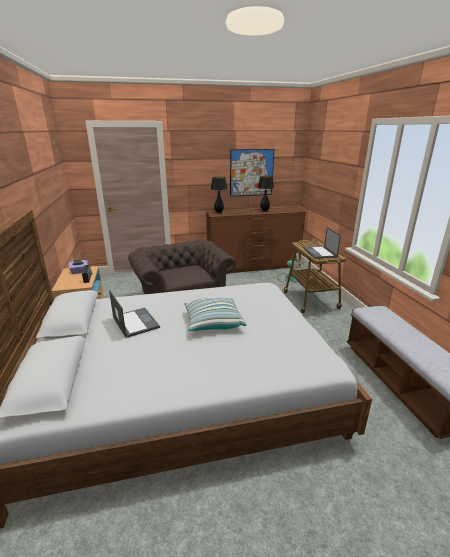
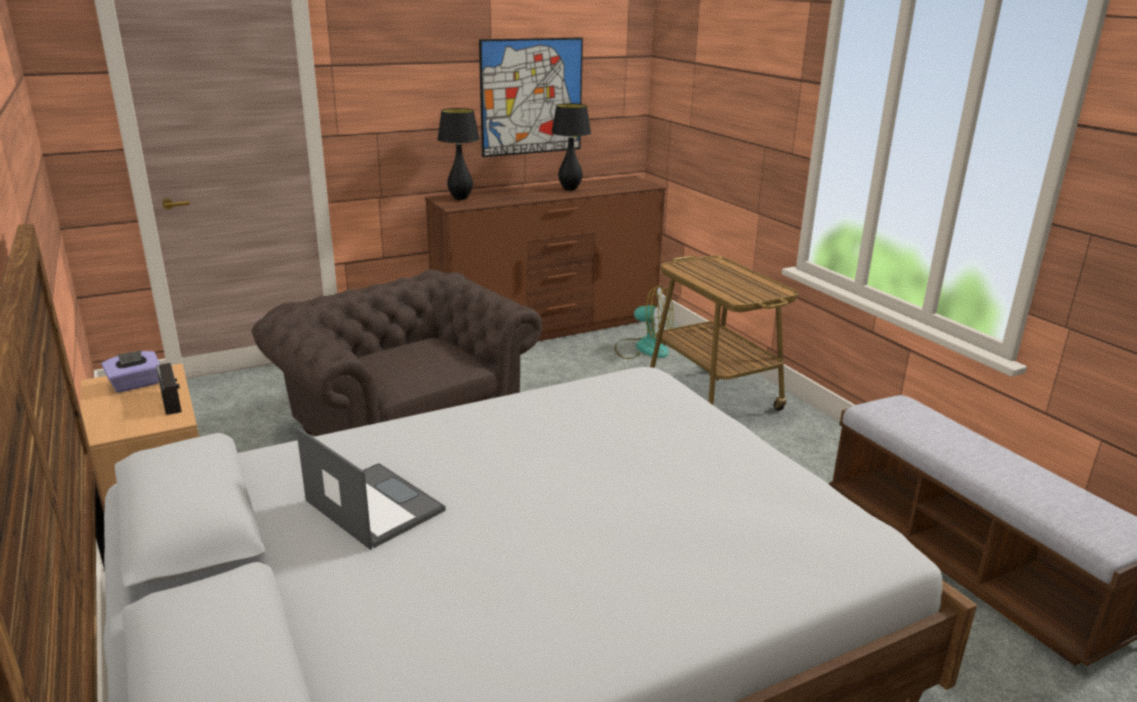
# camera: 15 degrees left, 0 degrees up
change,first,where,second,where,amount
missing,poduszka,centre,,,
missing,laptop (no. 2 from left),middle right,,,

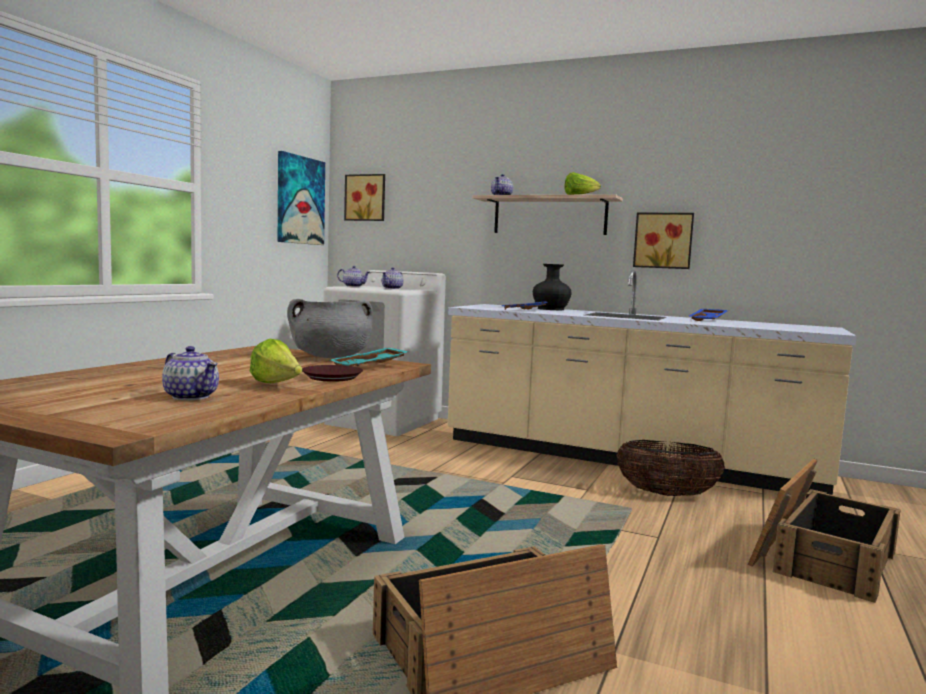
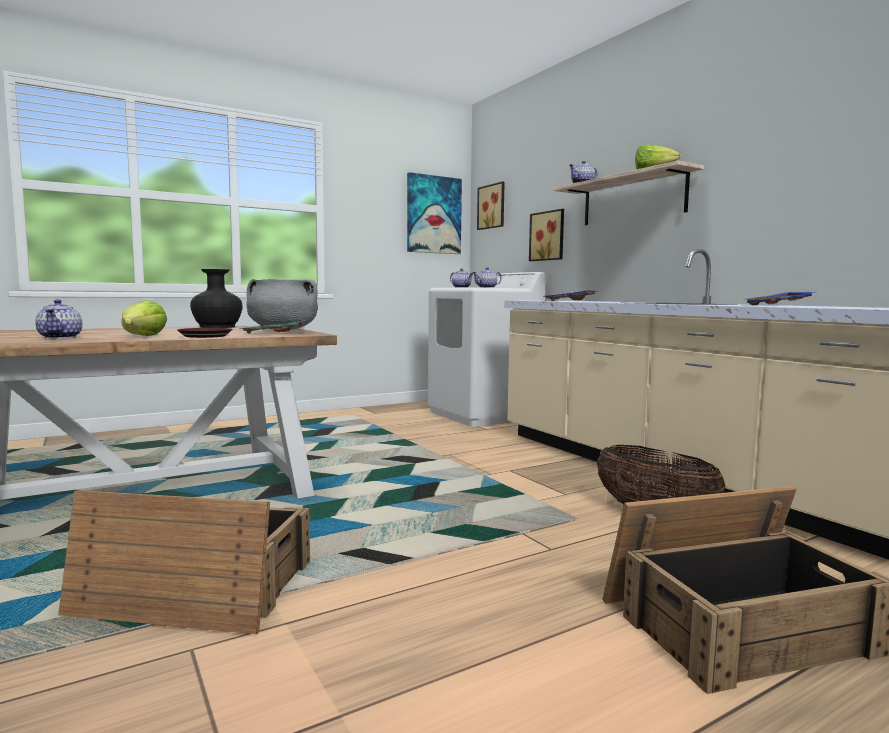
# camera: 35 degrees right, 0 degrees up
change,first,where,second,where,amount
relocated,wazon [czarny],centre,,middle left,
relocated,obraz (no. 3 from left),middle right,,top centre,

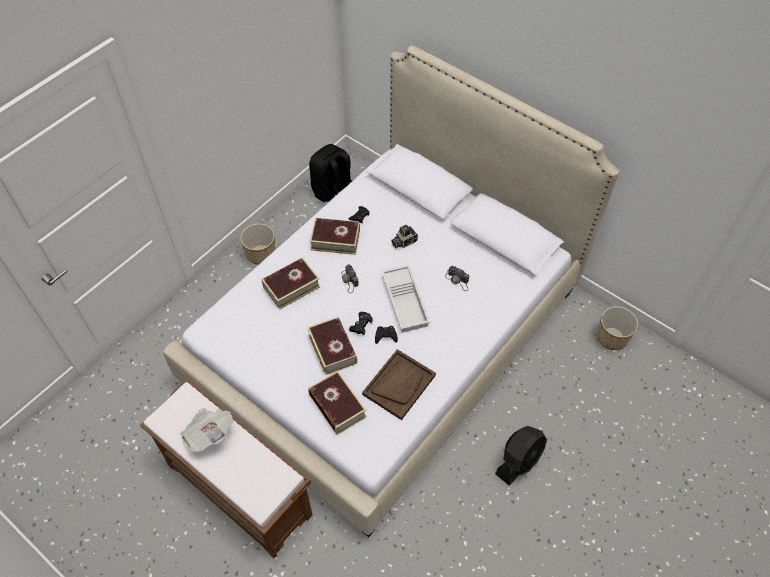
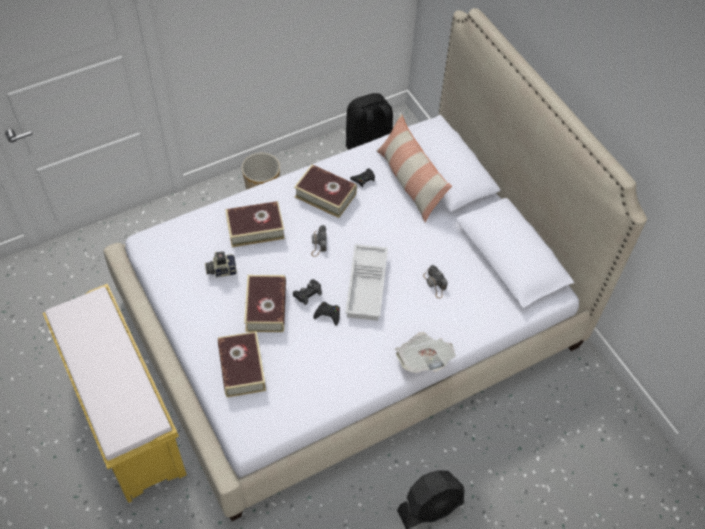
# camera: 20 degrees right, 0 degrees up
change,first,where,second,where,amount
missing,taca [brązowy],centre,,,
missing,donica (no. 2 from left),middle right,,,
appeared,,,poduszka,top centre,
relocated,gazeta,bottom left,,centre,
relocated,aparat fotograficzny (no. 2 from left in the first image),centre,aparat fotograficzny (no. 1 from left),middle left,
colour,ławka [brązowy],bottom left,ławka [żółty],bottom left,

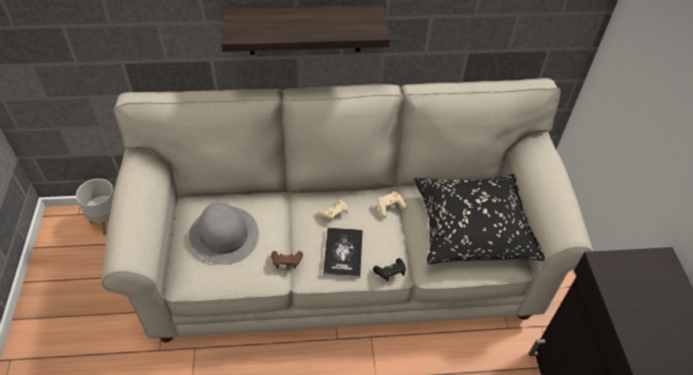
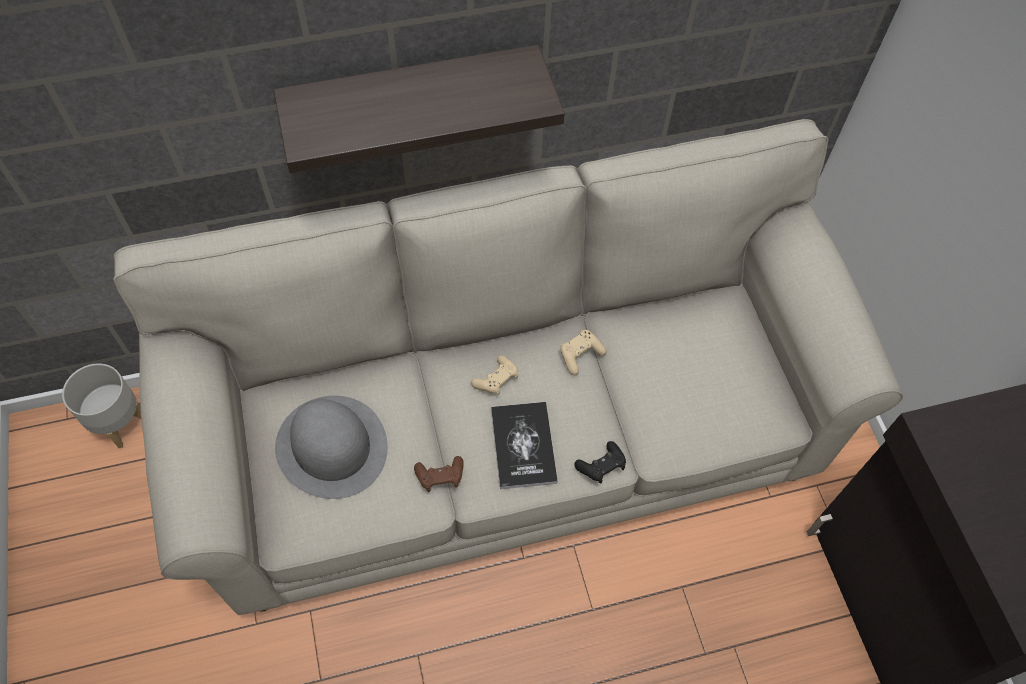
# camera: 10 degrees left, 10 degrees up
change,first,where,second,where,amount
missing,poduszka [czarny],middle right,,,

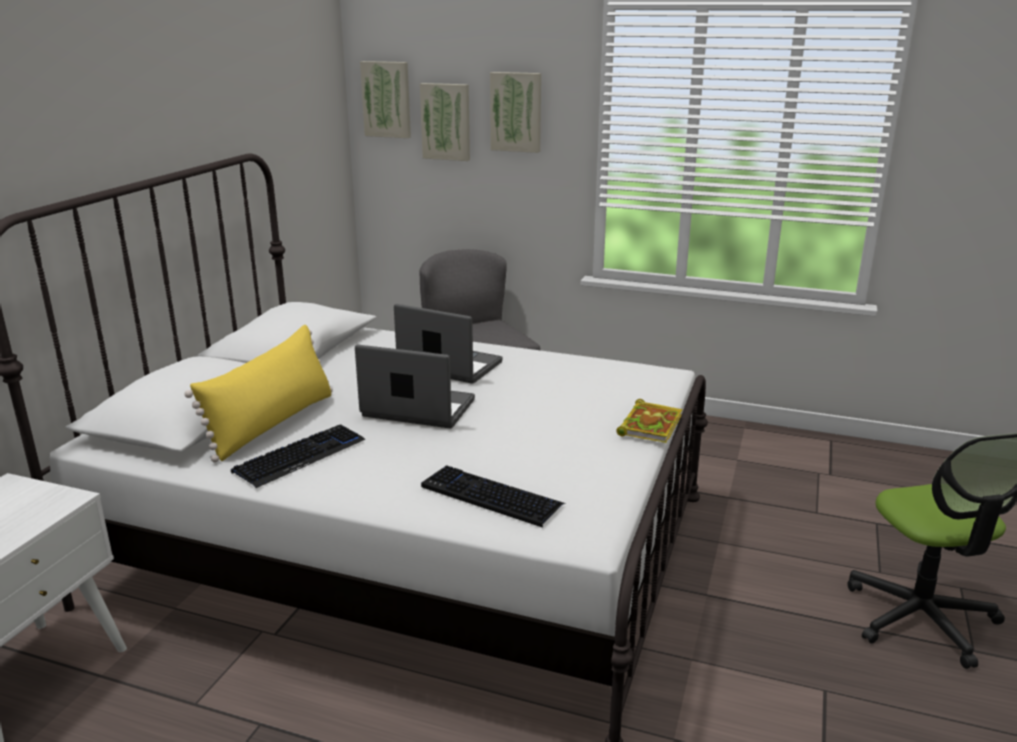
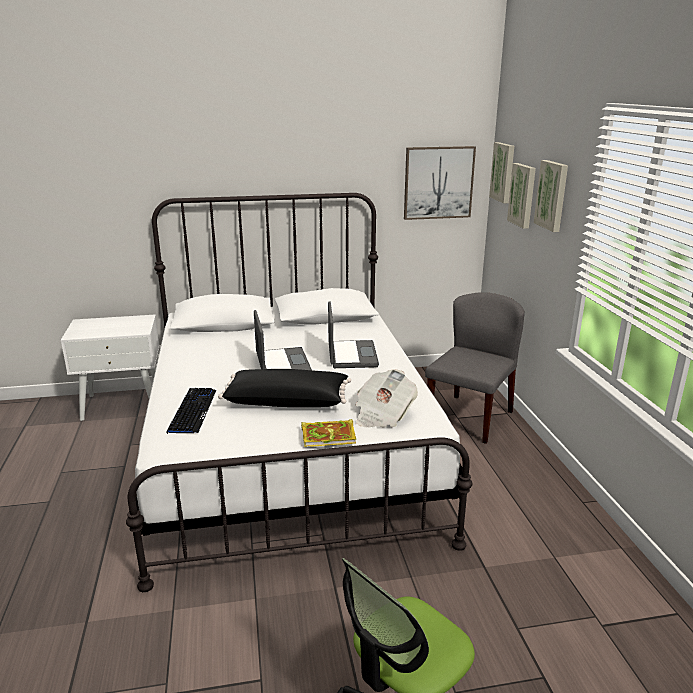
# camera: 60 degrees right, 0 degrees up
change,first,where,second,where,amount
missing,poduszka [żółty],middle left,,,
missing,klawiatura (no. 1 from left),middle left,,,
appeared,,,poduszka [czarny],centre,
appeared,,,gazeta,centre,
appeared,,,obraz (no. 1 from left),top centre,

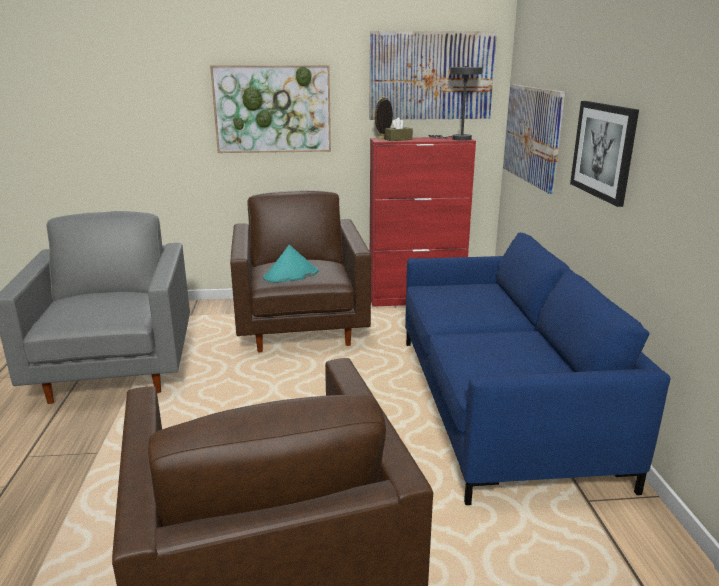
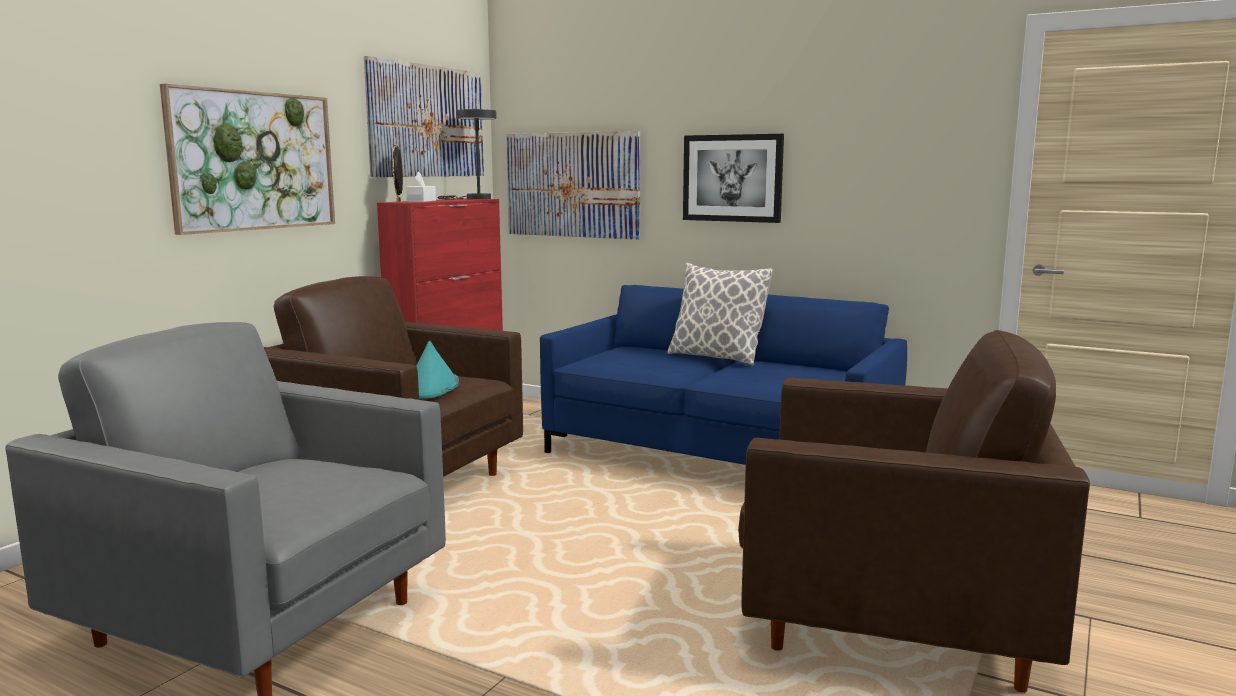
# camera: 55 degrees left, 10 degrees down
change,first,where,second,where,amount
appeared,,,poduszka,centre,
colour,pudełko chusteczek [brązowy],top centre,pudełko chusteczek [biały],top centre,

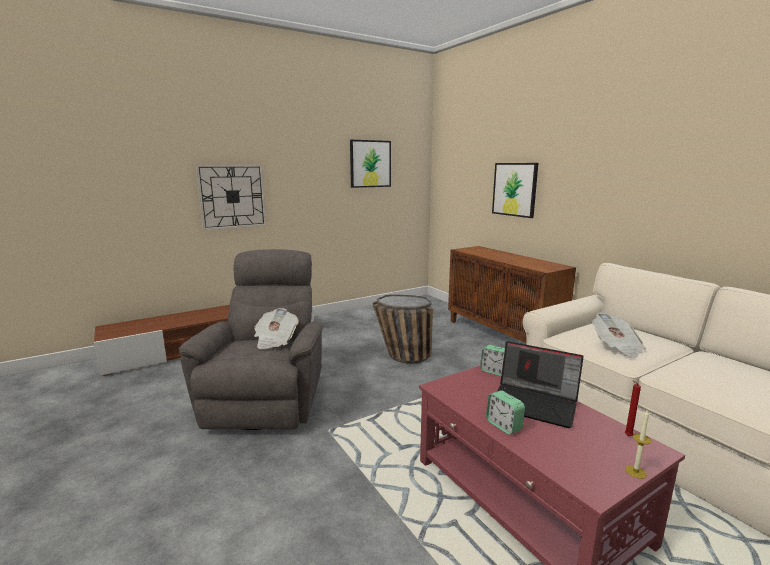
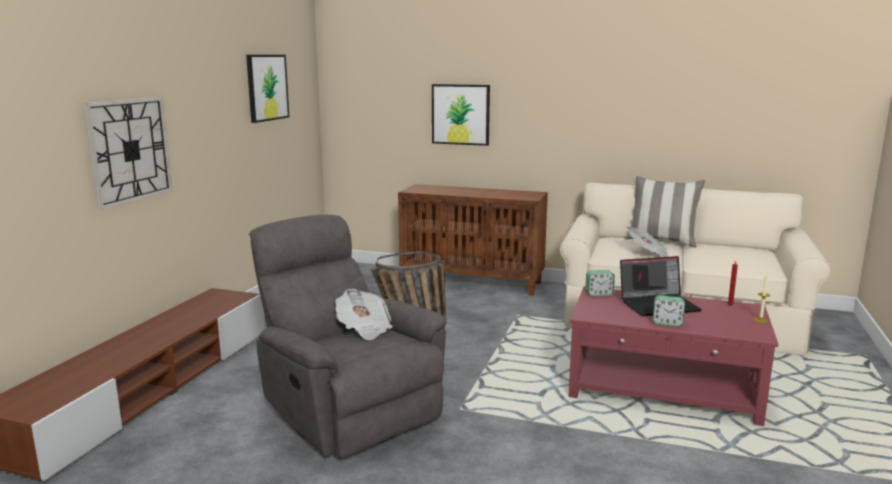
# camera: 40 degrees left, 0 degrees up
change,first,where,second,where,amount
appeared,,,poduszka,middle right,

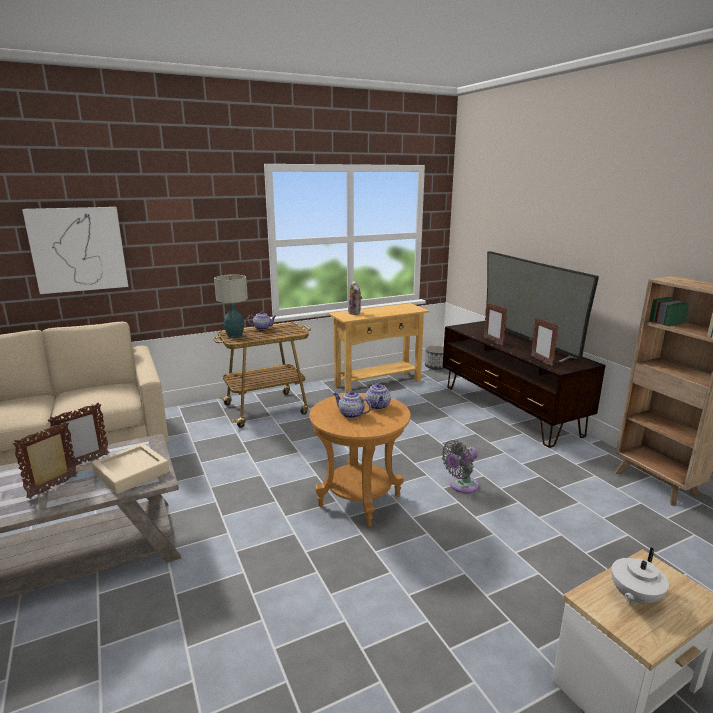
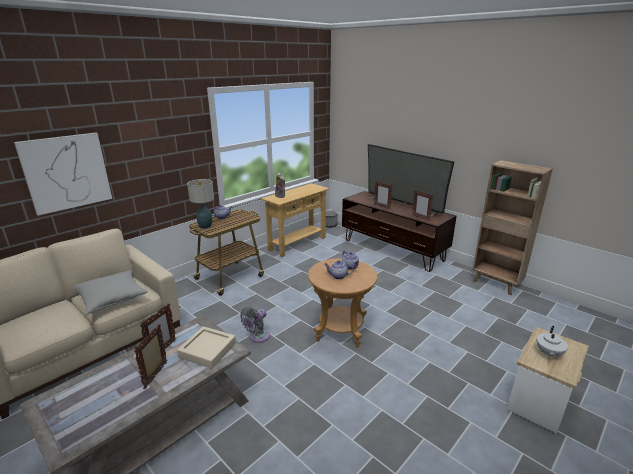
# camera: 20 degrees left, 5 degrees up
change,first,where,second,where,amount
appeared,,,poduszka [szary],middle left,
relocated,wentylator [szary],centre,,bottom centre,

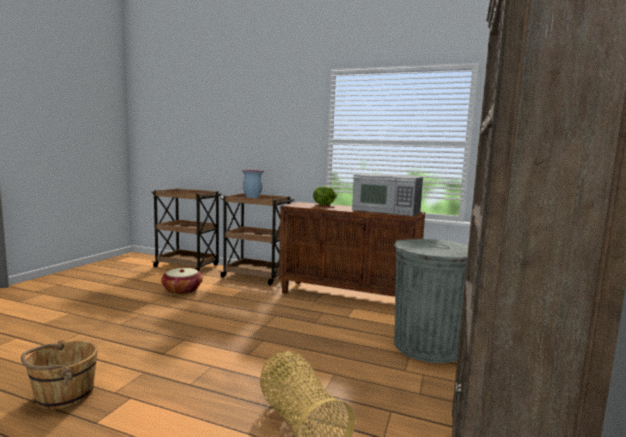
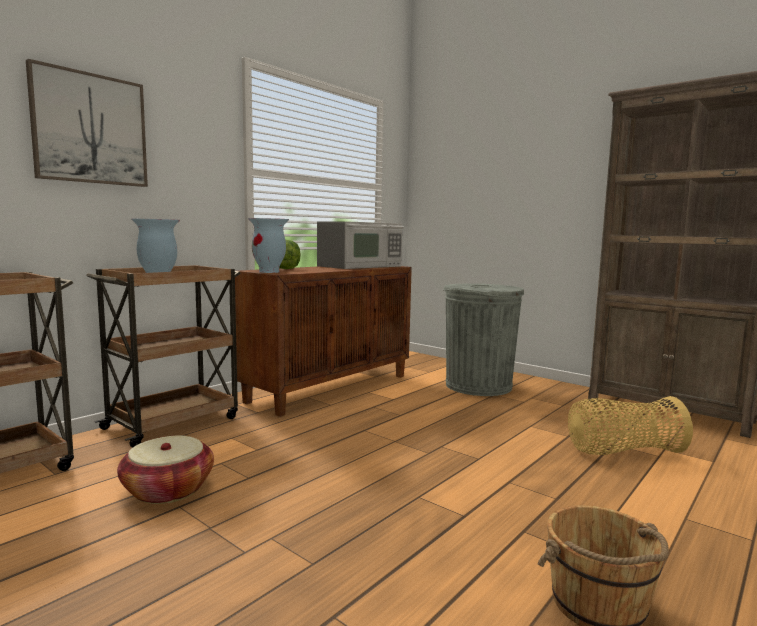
# camera: 70 degrees left, 0 degrees up
change,first,where,second,where,amount
appeared,,,obraz,top left,
appeared,,,wazon (no. 2 from left),centre,

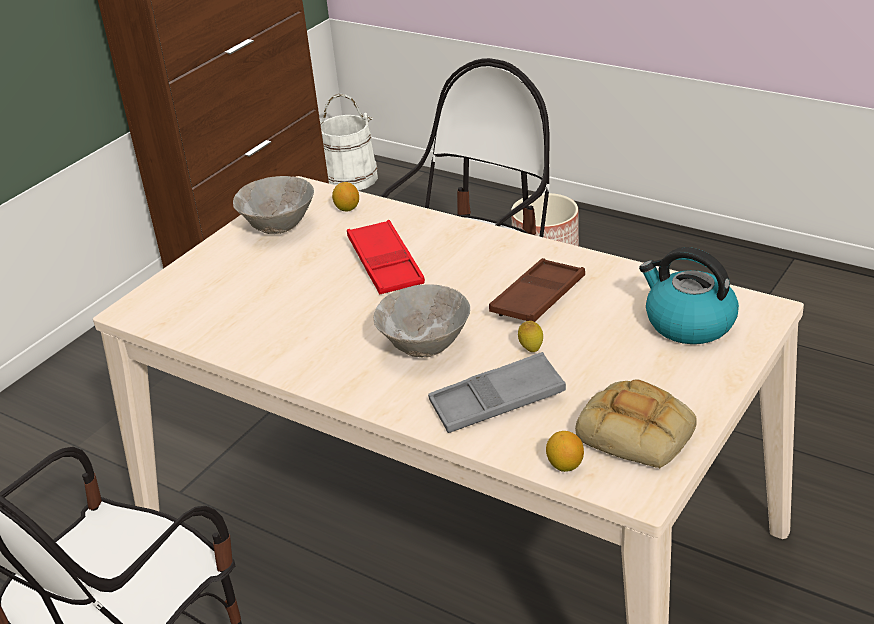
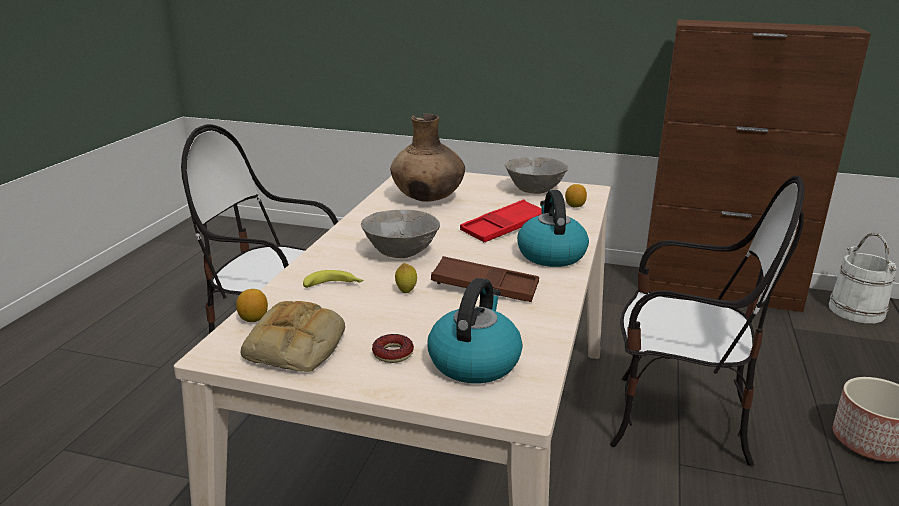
# camera: 70 degrees right, 10 degrees down
change,first,where,second,where,amount
appeared,,,donut,bottom centre,
appeared,,,wazon [brązowy],top centre,
appeared,,,czajnik (no. 2 from left),centre,
exchanged,taca [szary],centre,banan,centre,

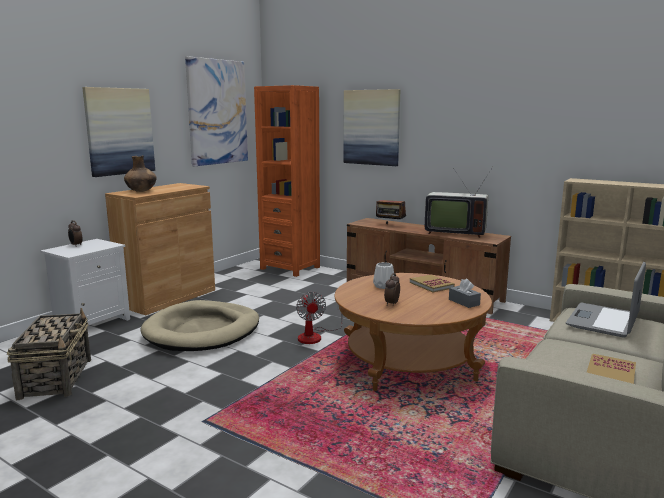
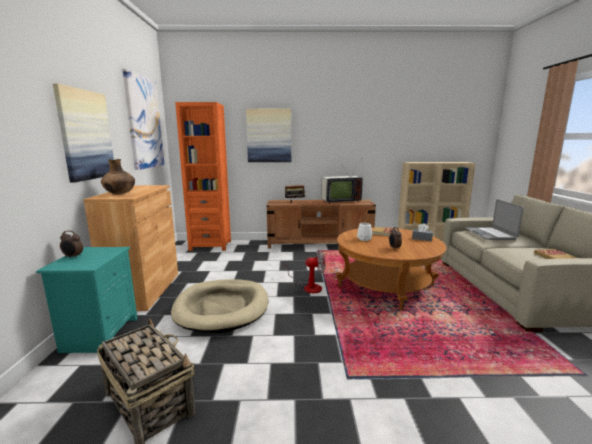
# camera: 35 degrees left, 0 degrees up
change,first,where,second,where,amount
colour,szafka nocna [biały],middle left,szafka nocna [turkusowy],bottom left,
spun,wentylator,centre,,centre,45 degrees counterclockwise

